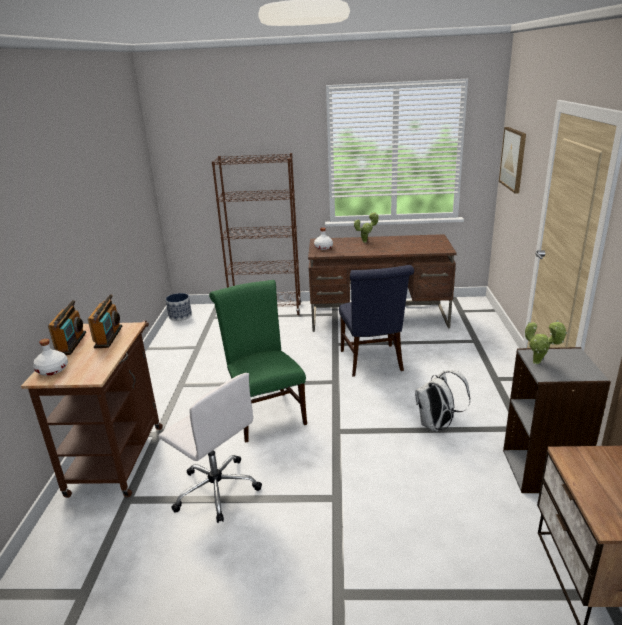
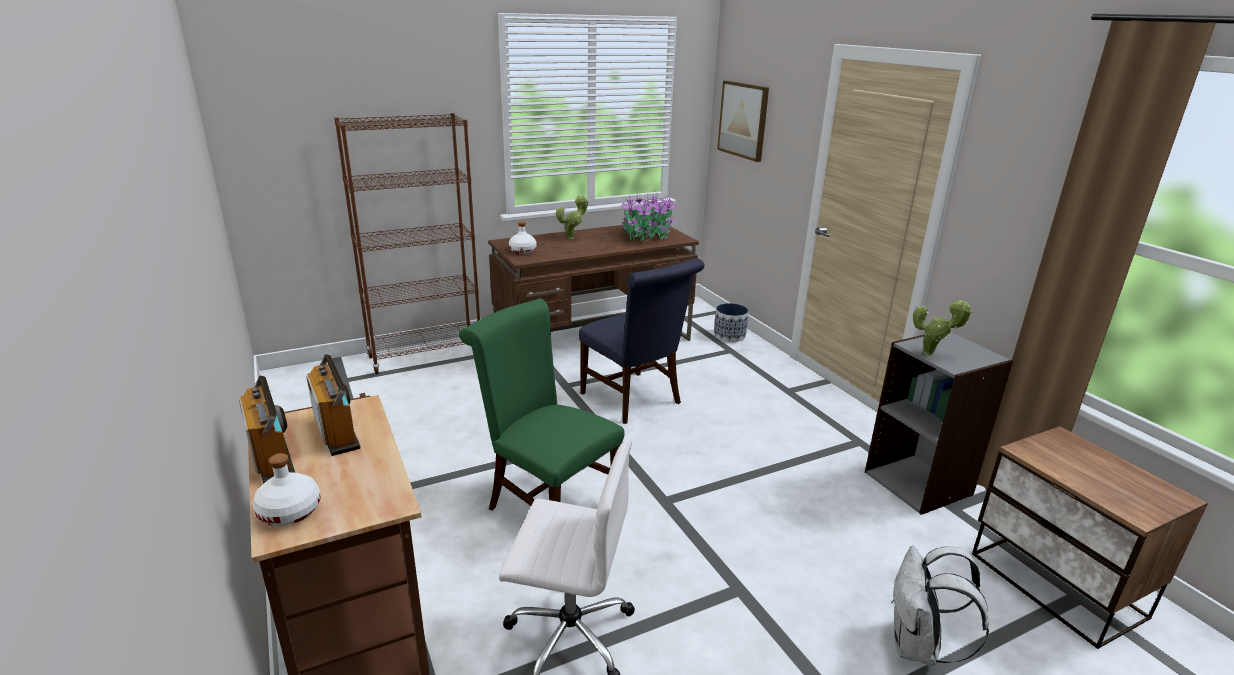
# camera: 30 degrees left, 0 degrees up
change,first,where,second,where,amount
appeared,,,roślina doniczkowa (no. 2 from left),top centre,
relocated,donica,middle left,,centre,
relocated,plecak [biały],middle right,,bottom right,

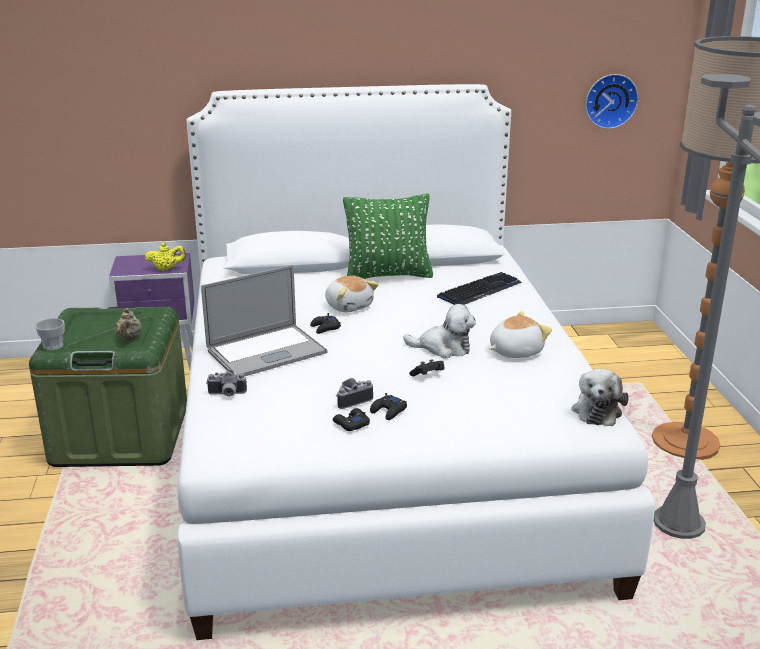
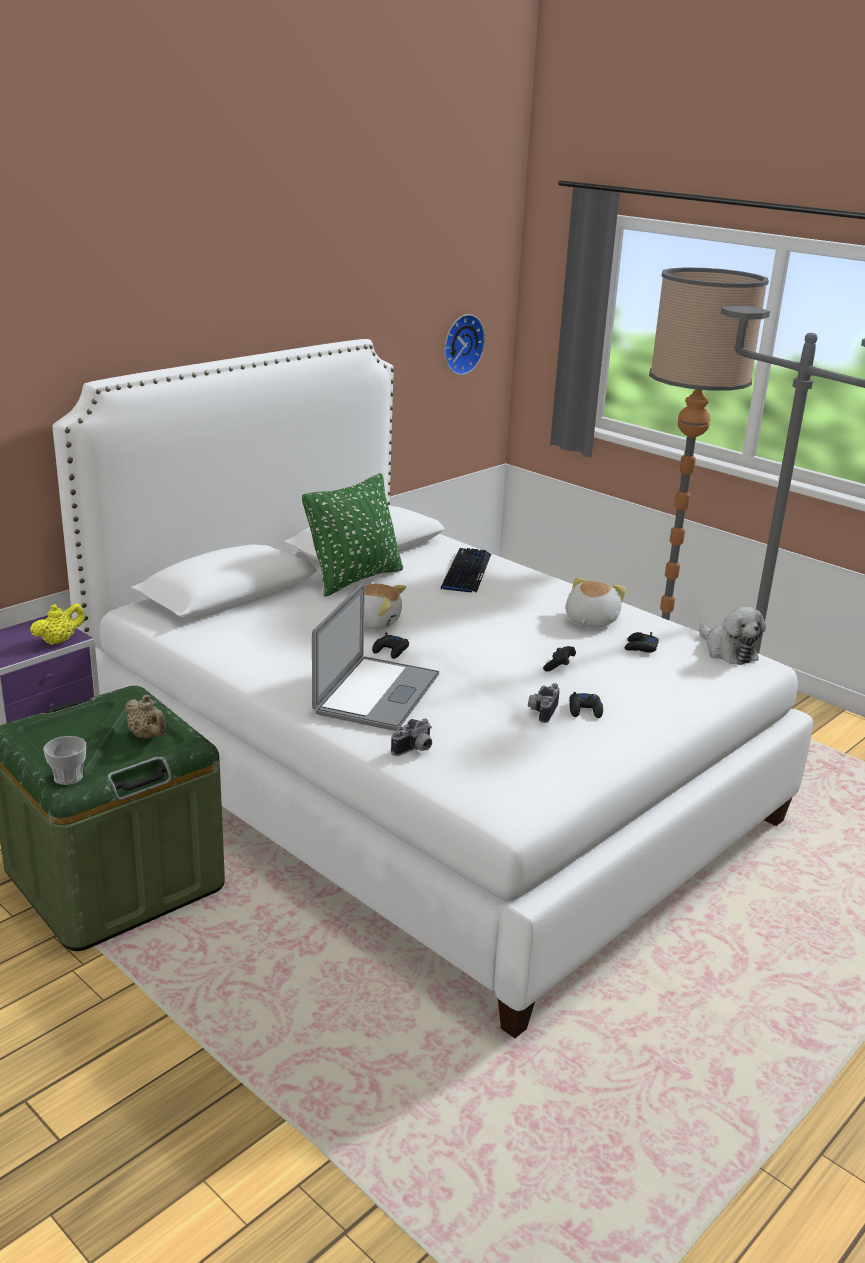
# camera: 40 degrees left, 0 degrees up
change,first,where,second,where,amount
missing,pluszak (no. 2 from left),centre,,,
relocated,pad do gier [czarny] (no. 2 from left in the first image),centre,pad do gier [czarny] (no. 4 from left),middle right,

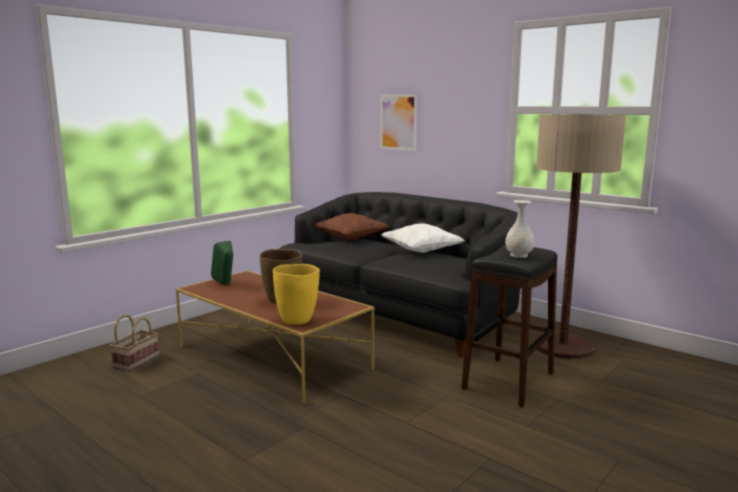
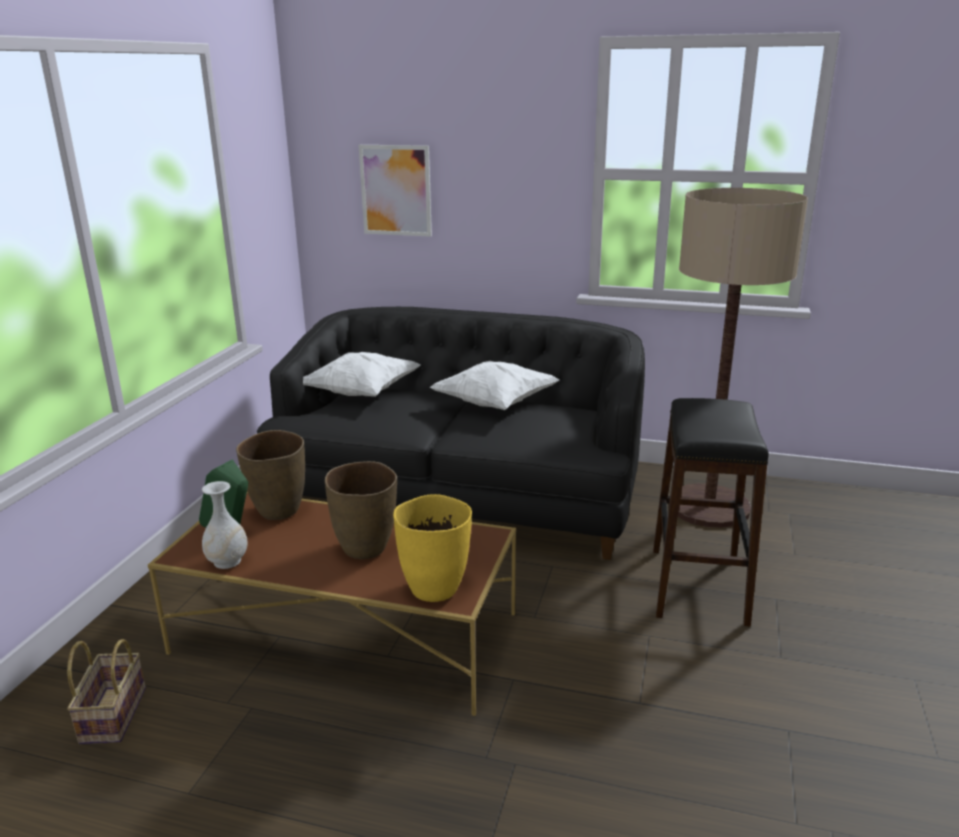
# camera: 25 degrees left, 10 degrees up
change,first,where,second,where,amount
appeared,,,wazon [brązowy] (no. 1 from left),middle left,
relocated,wazon [biały],middle right,,middle left,
colour,poduszka [brązowy],centre,poduszka [biały] (no. 1 from left),centre,

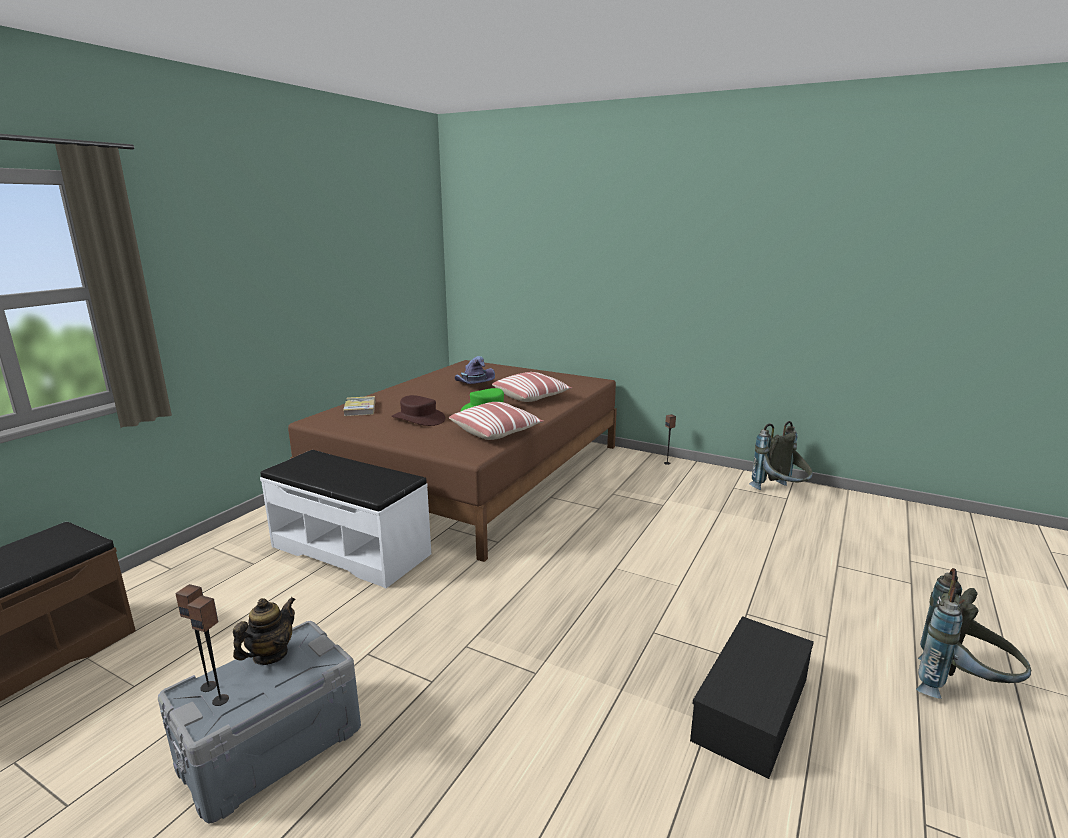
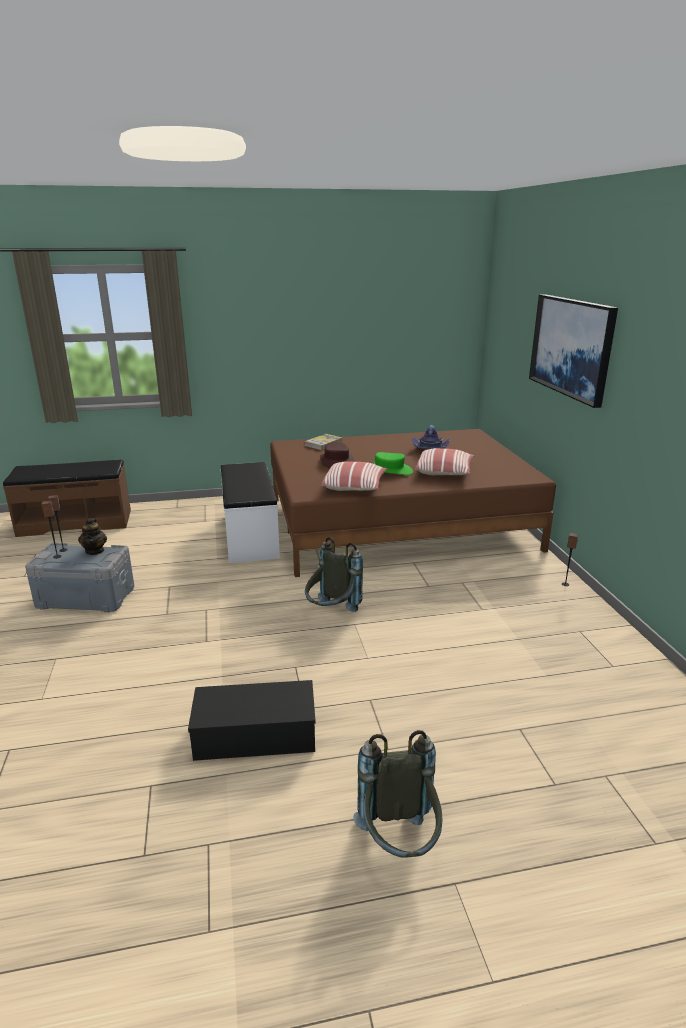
# camera: 50 degrees right, 5 degrees up
change,first,where,second,where,amount
appeared,,,obraz,middle right,
relocated,plecak [szary] (no. 1 from left),middle right,,centre,
spun,imbryk,bottom left,,middle left,90 degrees clockwise

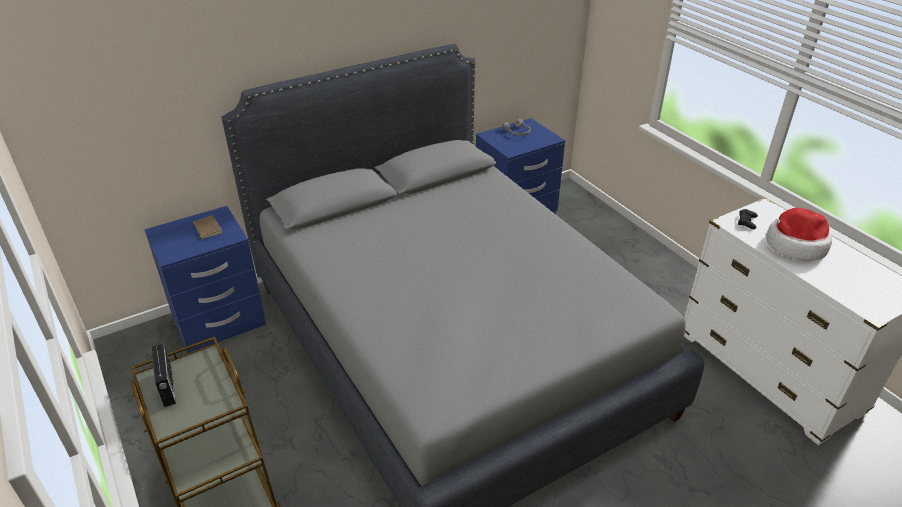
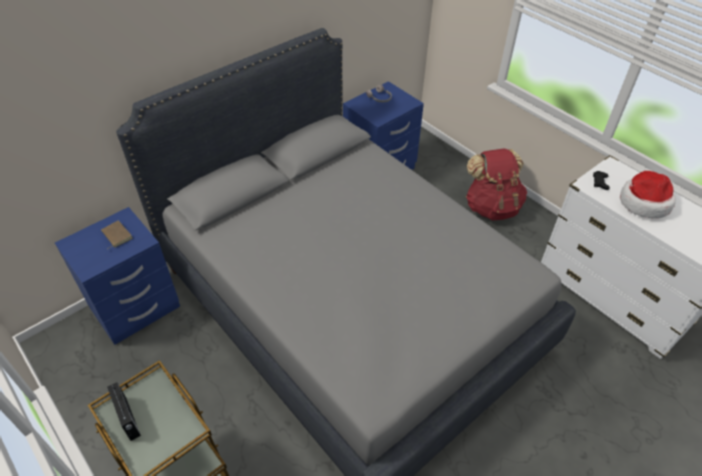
# camera: 10 degrees left, 10 degrees up
change,first,where,second,where,amount
appeared,,,plecak [czerwony],middle right,

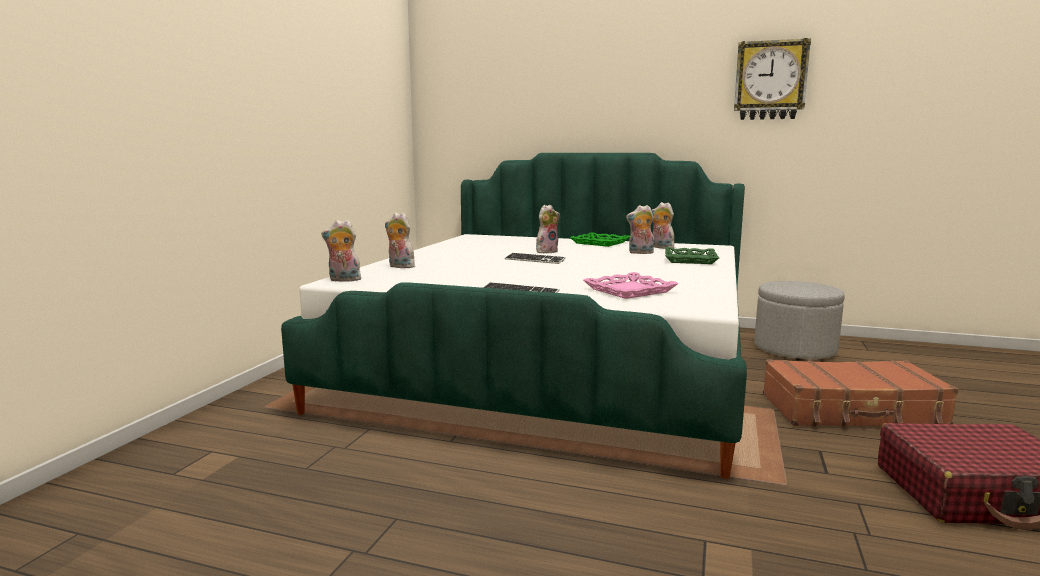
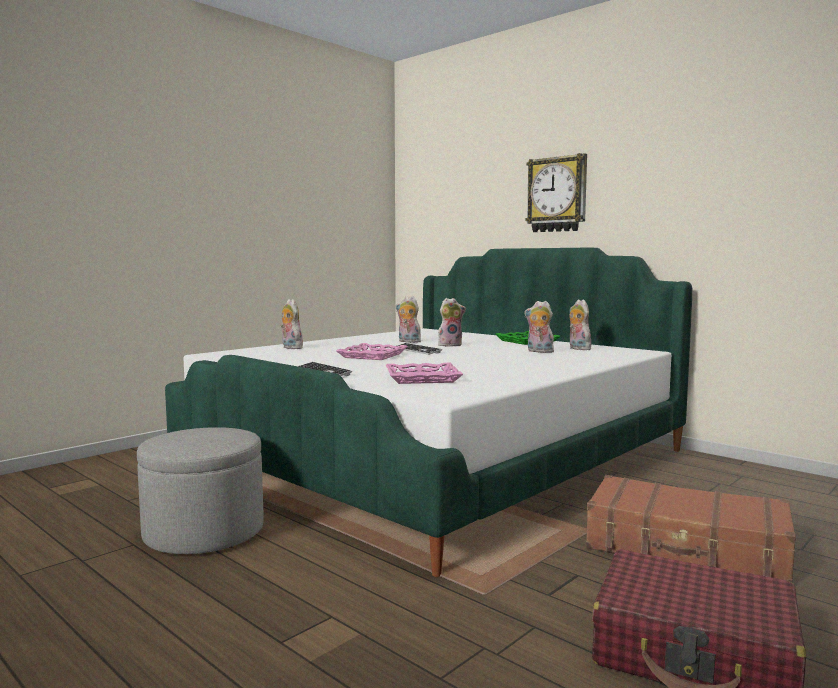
# camera: 25 degrees right, 5 degrees down
change,first,where,second,where,amount
missing,taca [zielony] (no. 2 from left),centre,,,
appeared,,,taca [różowy] (no. 1 from left),centre,
relocated,pluszak (no. 1 from left in the first image),middle left,pluszak (no. 2 from left),centre,
relocated,zegar ścienny,top right,,top centre,
relocated,pufa [szary],middle right,,bottom left,

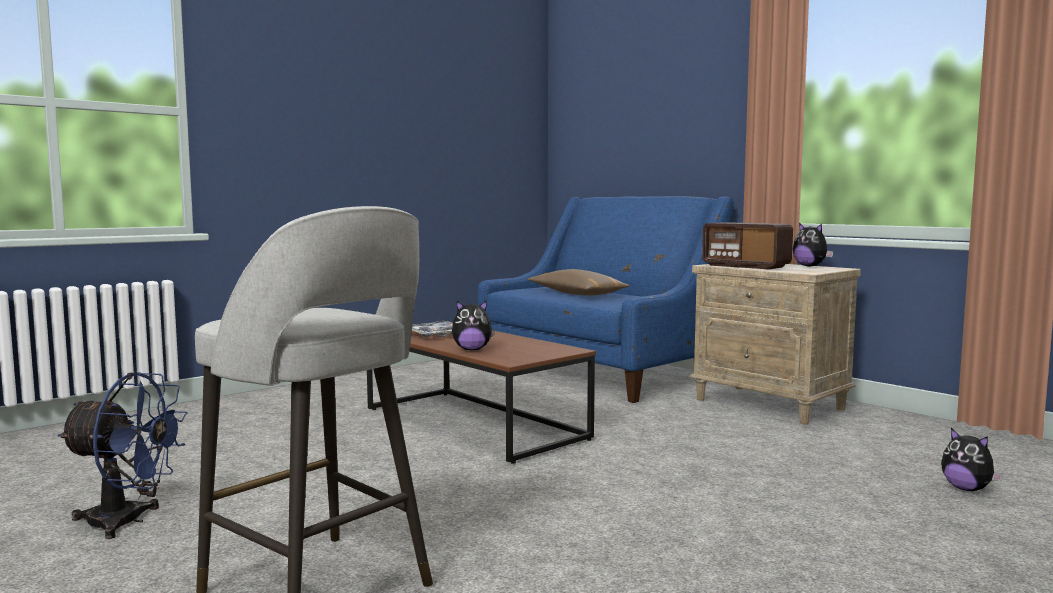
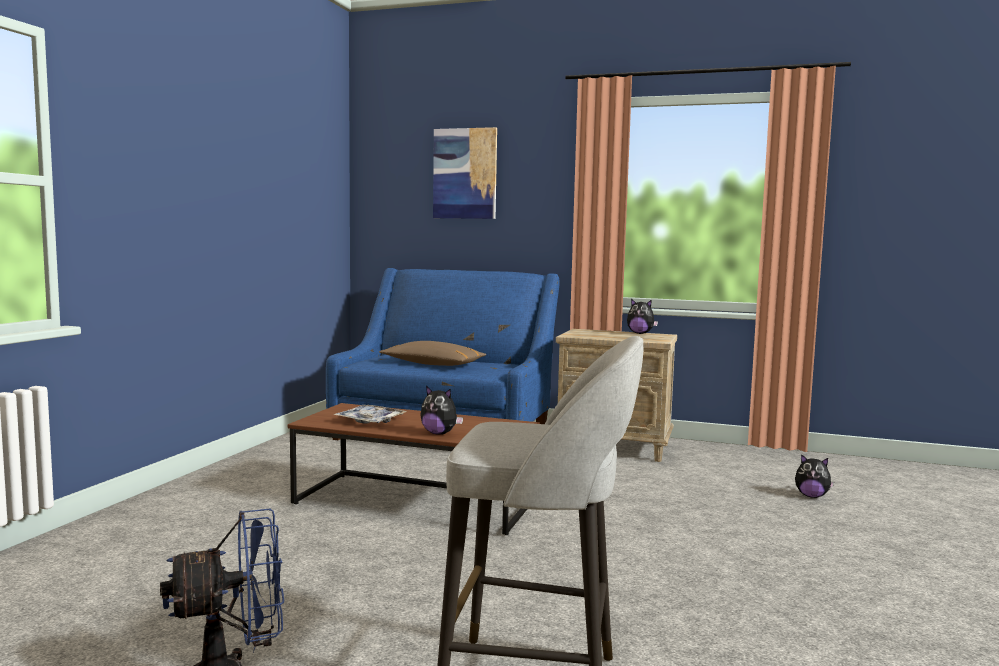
# camera: 30 degrees left, 0 degrees up
change,first,where,second,where,amount
missing,radio,middle right,,,
appeared,,,obraz,top centre,
spun,pluszak (no. 1 from left),centre,,centre,60 degrees clockwise

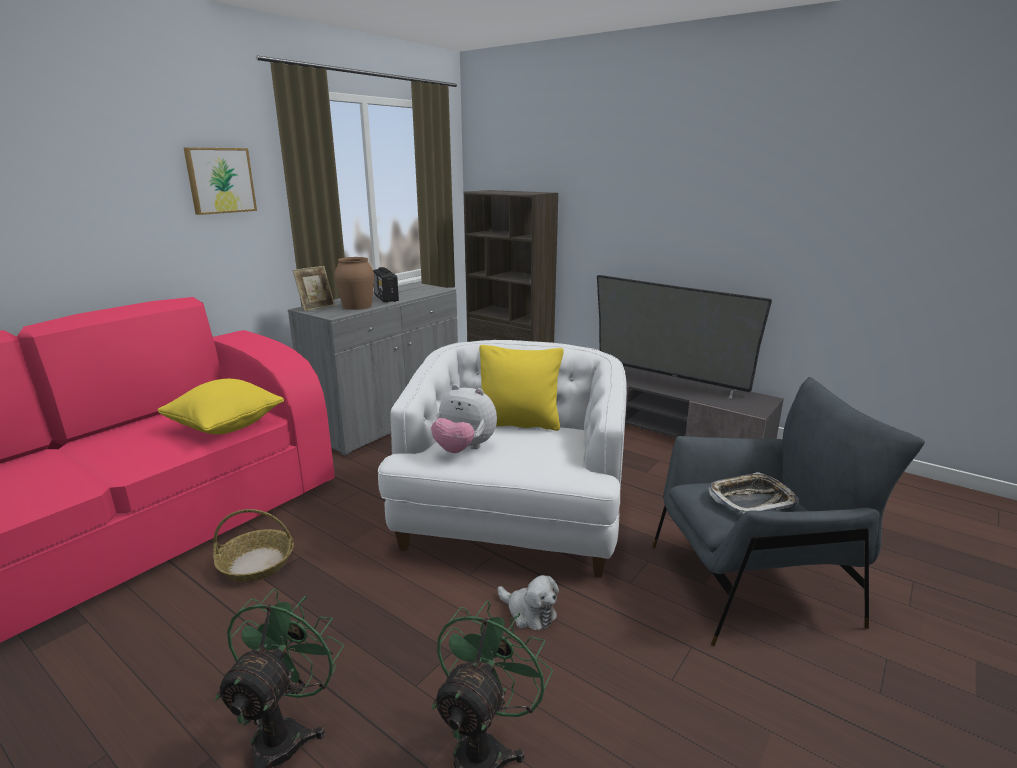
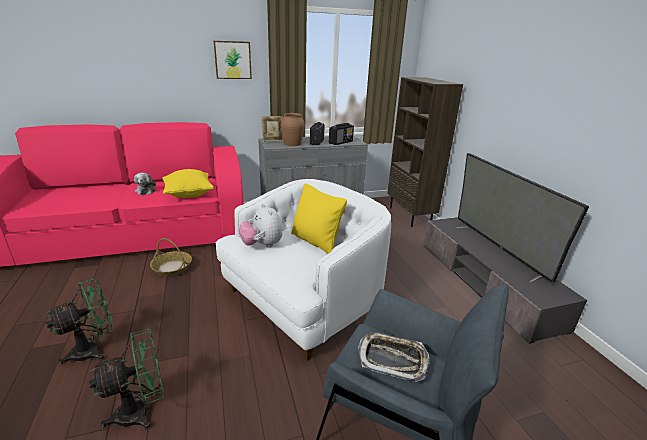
# camera: 35 degrees right, 5 degrees up
change,first,where,second,where,amount
appeared,,,radio (no. 2 from left),top centre,
relocated,pluszak (no. 2 from left in the first image),bottom centre,pluszak (no. 1 from left),middle left,

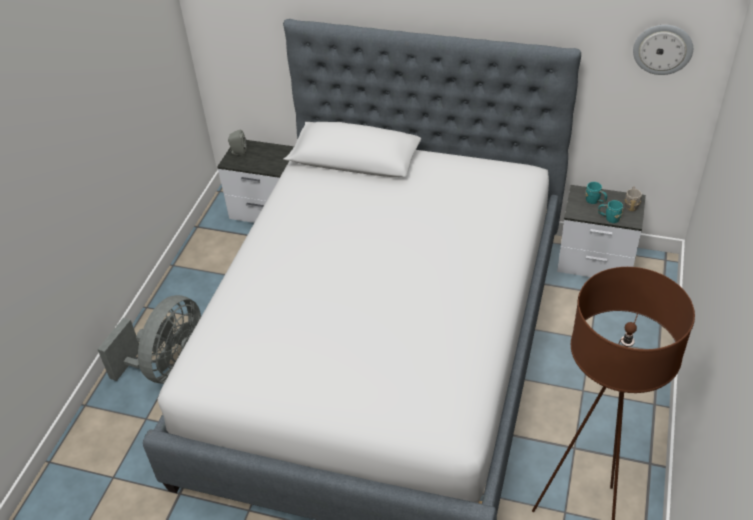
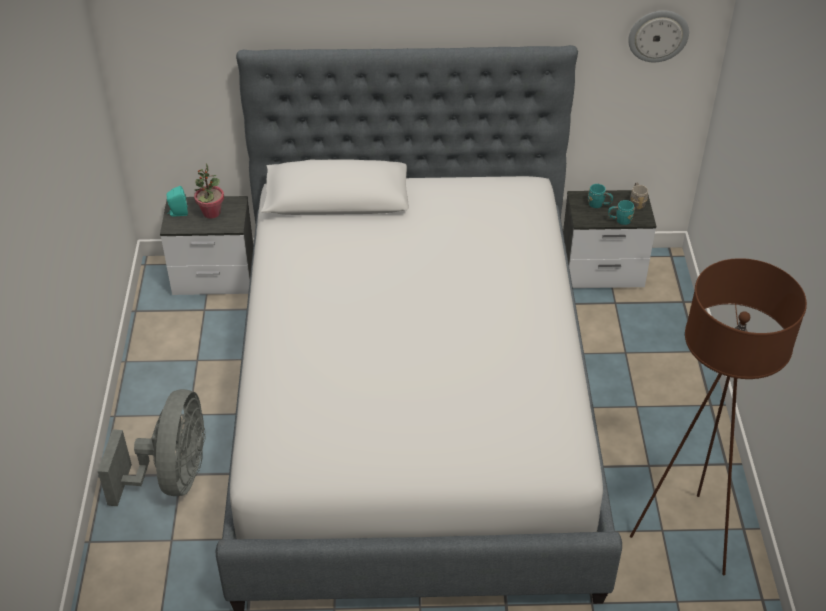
# camera: 20 degrees left, 0 degrees up
change,first,where,second,where,amount
appeared,,,roślina doniczkowa,top left,
colour,głośnik [szary],top left,głośnik [turkusowy],top left,

